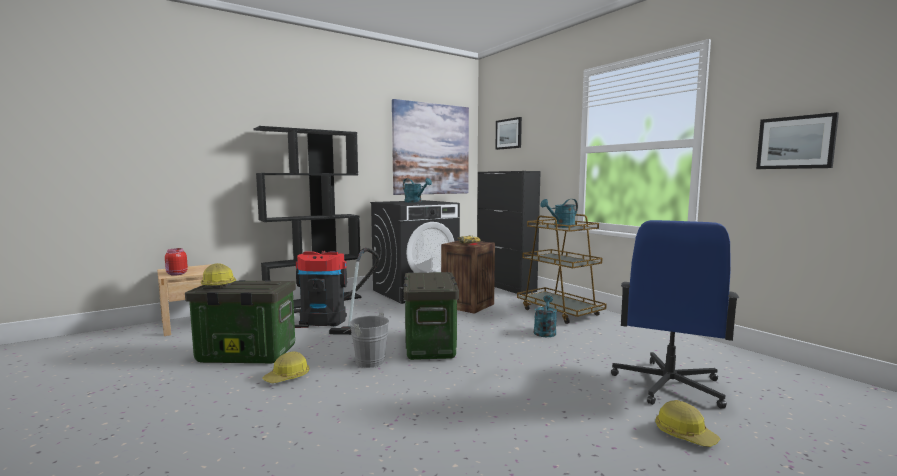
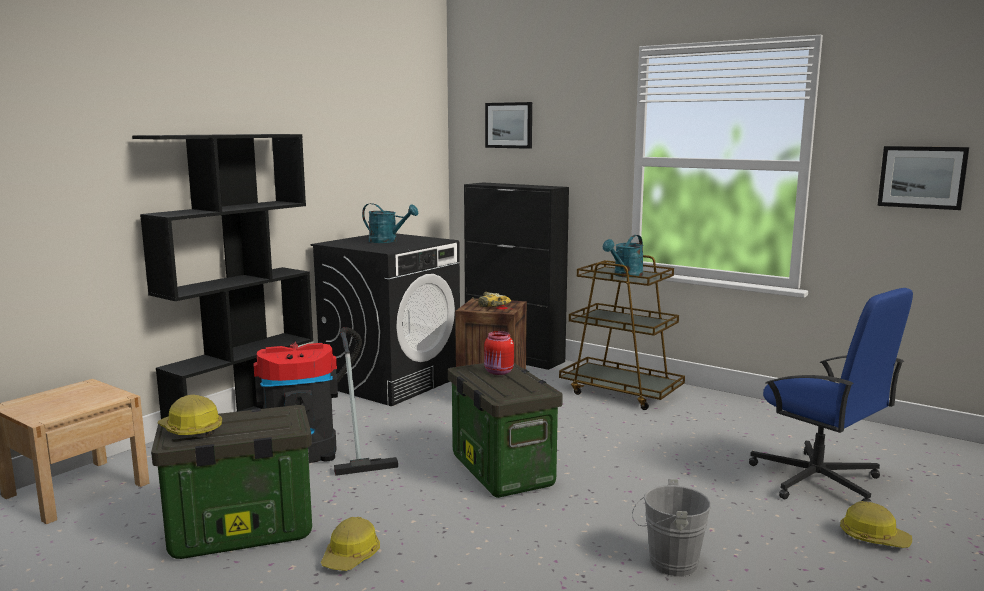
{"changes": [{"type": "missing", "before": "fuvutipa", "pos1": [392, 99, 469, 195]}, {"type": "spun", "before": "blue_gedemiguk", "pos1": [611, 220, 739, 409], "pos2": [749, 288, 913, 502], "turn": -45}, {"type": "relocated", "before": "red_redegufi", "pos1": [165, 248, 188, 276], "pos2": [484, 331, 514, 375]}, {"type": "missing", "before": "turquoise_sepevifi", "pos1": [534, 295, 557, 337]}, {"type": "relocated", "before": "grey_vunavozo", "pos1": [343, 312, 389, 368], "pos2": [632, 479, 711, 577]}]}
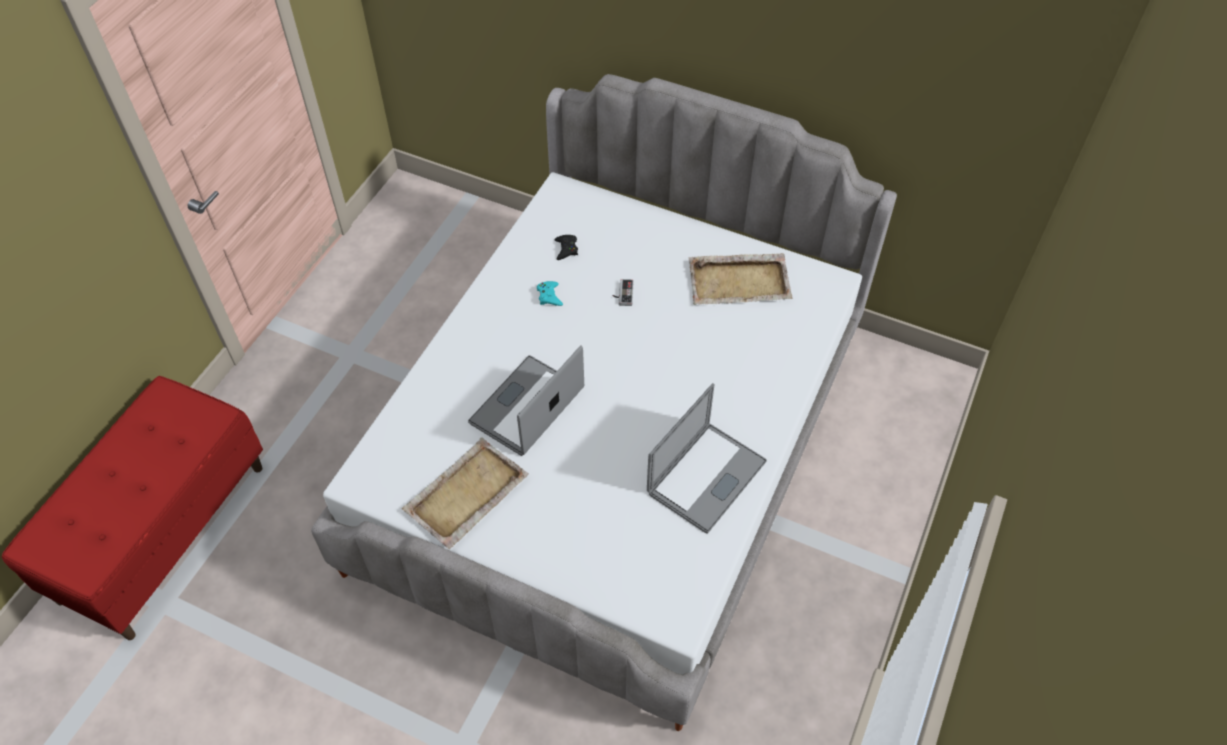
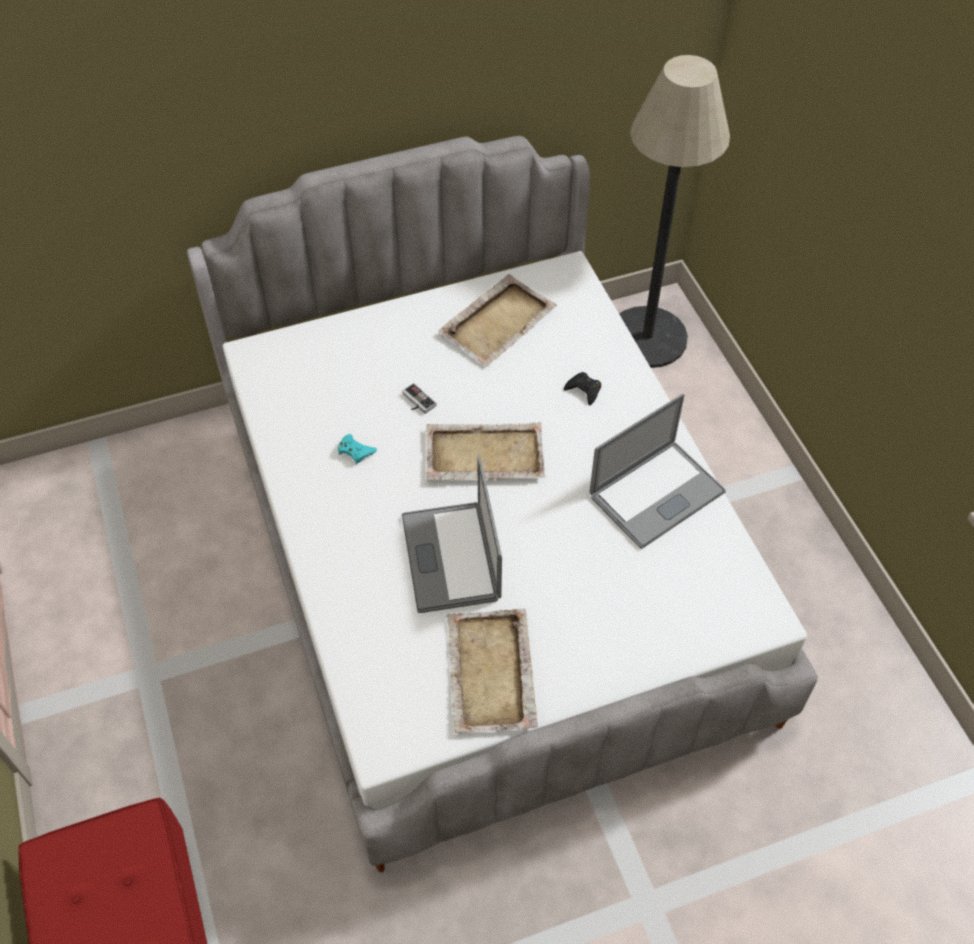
{"changes": [{"type": "relocated", "before": "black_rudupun", "pos1": [555, 235, 578, 260], "pos2": [564, 372, 601, 405]}, {"type": "spun", "before": "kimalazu", "pos1": [647, 383, 767, 534], "pos2": [590, 394, 726, 549], "turn": 60}, {"type": "appeared", "after": "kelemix", "pos2": [619, 55, 730, 368]}, {"type": "appeared", "after": "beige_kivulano", "pos2": [426, 421, 545, 481]}]}
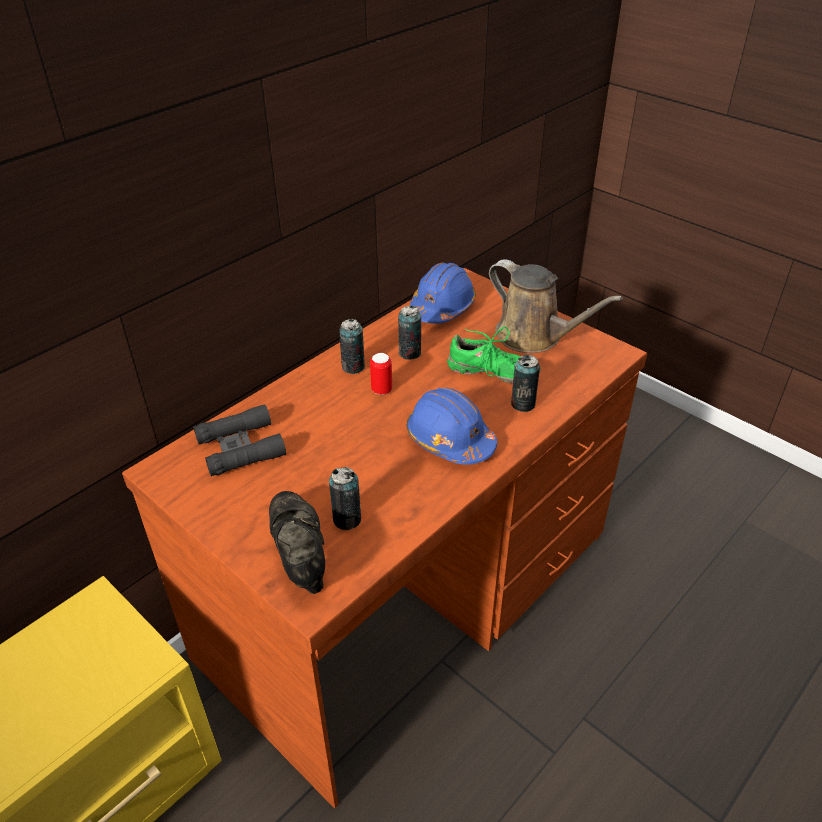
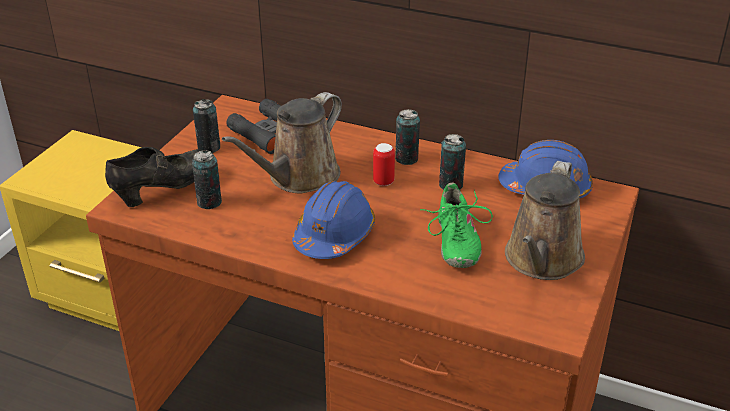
{"changes": [{"type": "relocated", "before": "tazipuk", "pos1": [511, 355, 540, 412], "pos2": [193, 99, 220, 153]}, {"type": "appeared", "after": "brown_sepevifi", "pos2": [222, 92, 342, 194]}]}
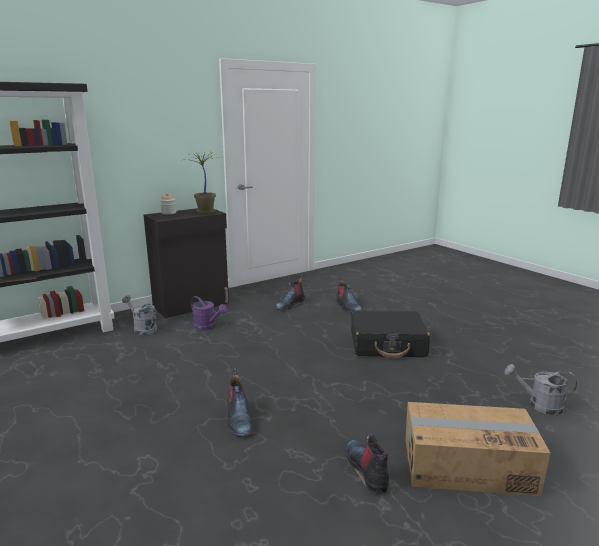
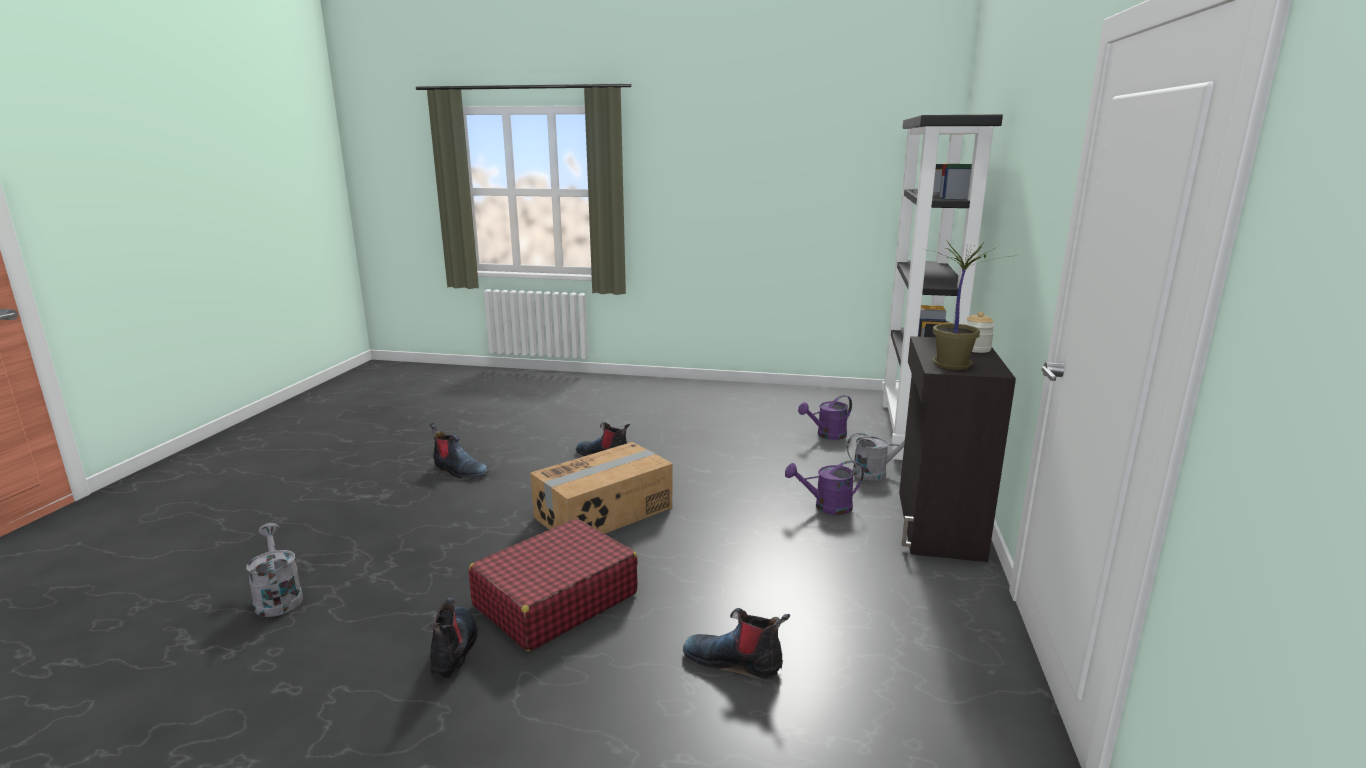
{"changes": [{"type": "relocated", "before": "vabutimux", "pos1": [276, 274, 305, 309], "pos2": [430, 598, 478, 679]}, {"type": "colour", "before": "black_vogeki", "after": "red_vogeki", "pos1": [351, 311, 430, 359], "pos2": [469, 519, 638, 651]}, {"type": "spun", "before": "grey_sepevifi", "pos1": [504, 364, 577, 415], "pos2": [246, 523, 303, 617], "turn": -90}, {"type": "relocated", "before": "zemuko", "pos1": [406, 402, 550, 496], "pos2": [530, 442, 673, 534]}, {"type": "appeared", "after": "purple_sepevifi", "pos2": [798, 395, 852, 440]}]}
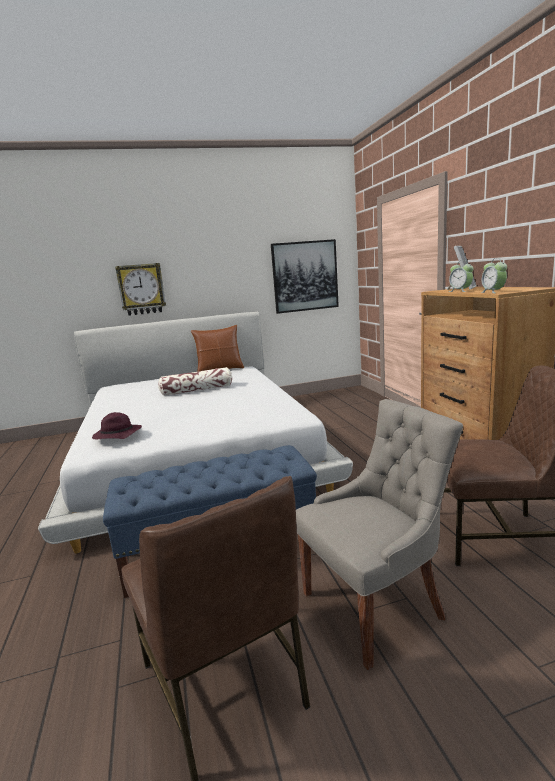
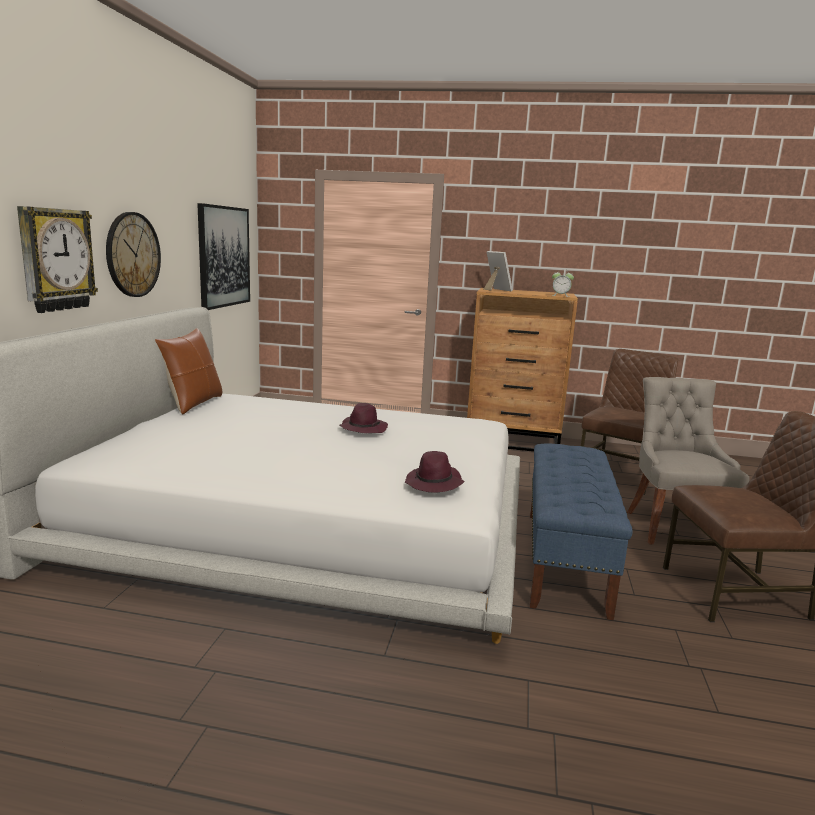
{"changes": [{"type": "missing", "before": "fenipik", "pos1": [449, 260, 474, 292]}, {"type": "missing", "before": "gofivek", "pos1": [158, 367, 232, 396]}, {"type": "appeared", "after": "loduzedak", "pos2": [106, 212, 161, 297]}, {"type": "appeared", "after": "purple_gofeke", "pos2": [340, 403, 388, 433]}]}
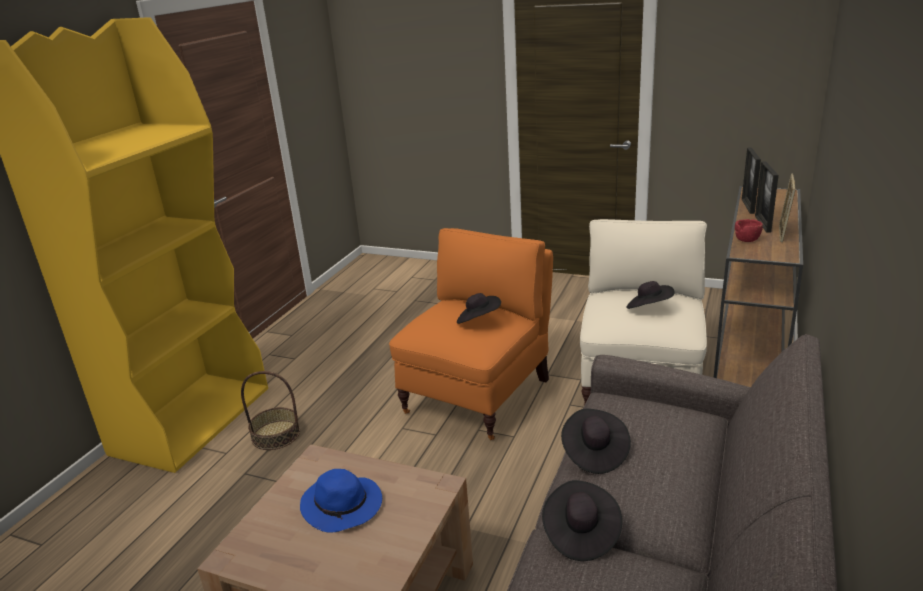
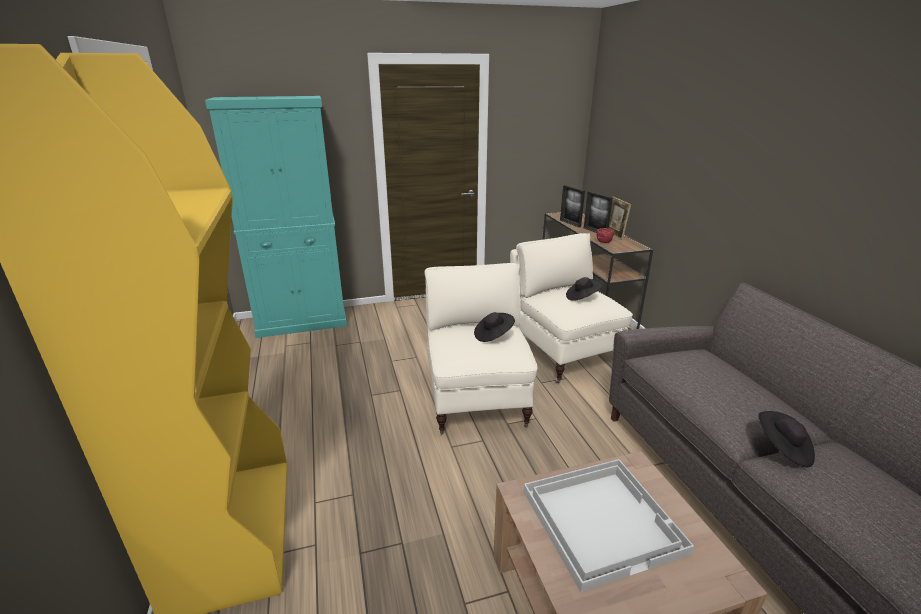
{"changes": [{"type": "colour", "before": "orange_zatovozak", "after": "beige_zatovozak", "pos1": [389, 228, 553, 440], "pos2": [424, 263, 538, 435]}, {"type": "missing", "before": "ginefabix", "pos1": [241, 371, 300, 450]}, {"type": "missing", "before": "black_gofeke", "pos1": [561, 409, 631, 474]}, {"type": "exchanged", "before": "blue_gofeke", "after": "white_kivulano", "pos1": [300, 469, 382, 532], "pos2": [523, 459, 694, 592]}, {"type": "appeared", "after": "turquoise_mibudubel", "pos2": [205, 96, 347, 338]}]}
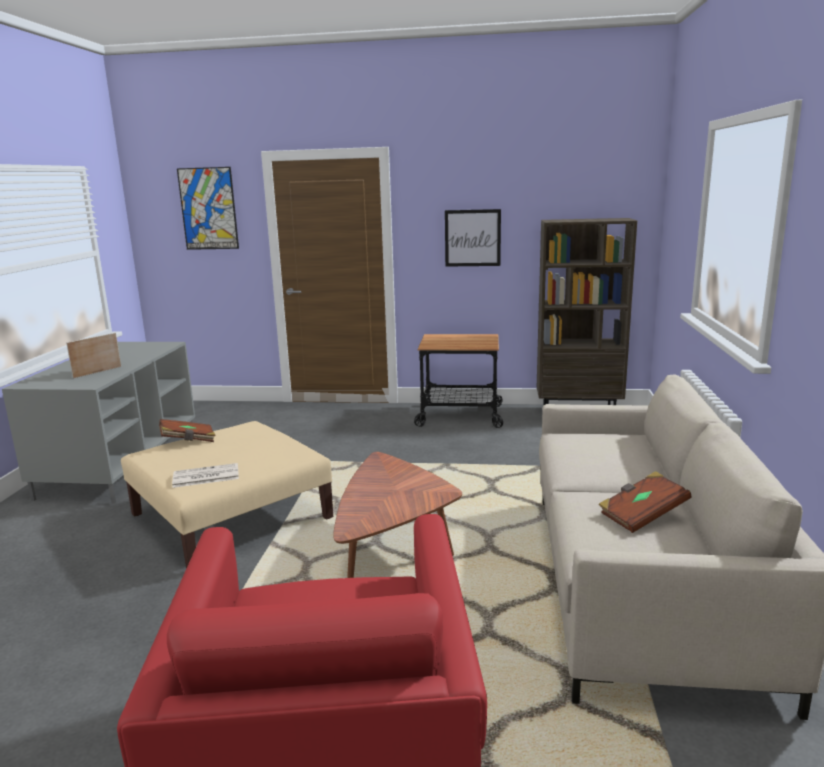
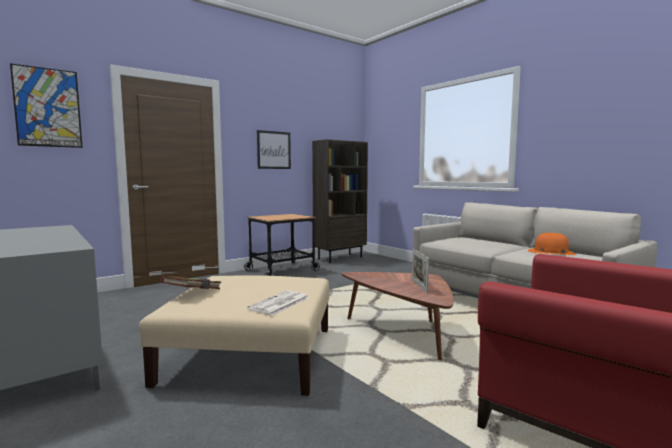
{"changes": [{"type": "relocated", "before": "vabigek", "pos1": [66, 333, 121, 379], "pos2": [412, 249, 429, 294]}, {"type": "exchanged", "before": "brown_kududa", "after": "orange_gofeke", "pos1": [598, 471, 691, 533], "pos2": [528, 233, 576, 255]}]}
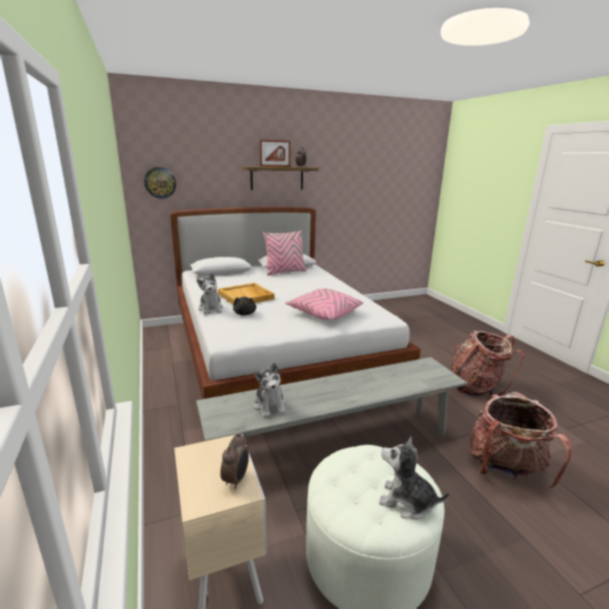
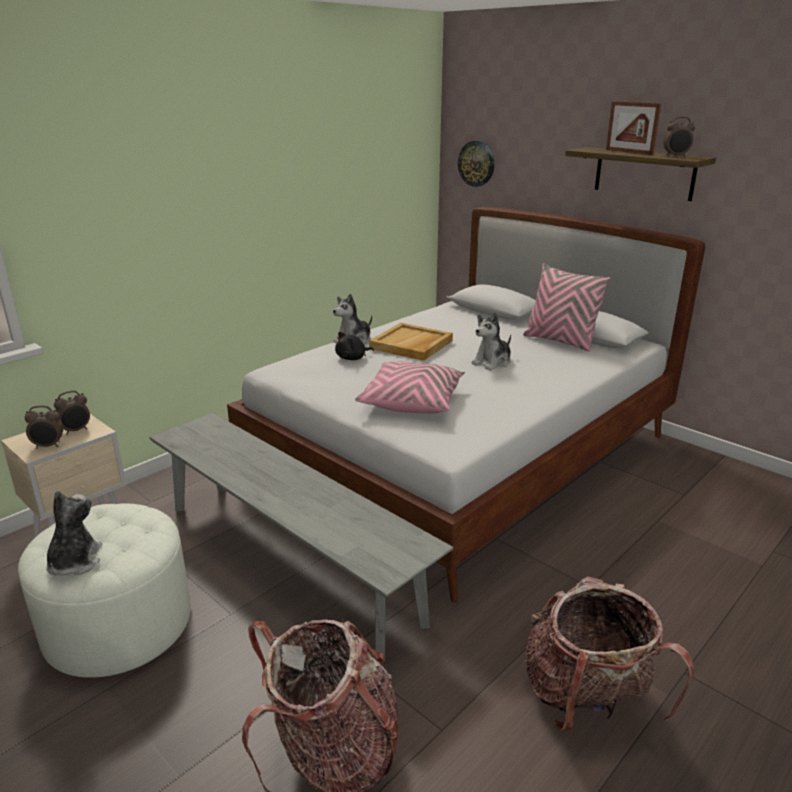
{"changes": [{"type": "relocated", "before": "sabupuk", "pos1": [254, 363, 286, 418], "pos2": [471, 312, 511, 370]}, {"type": "appeared", "after": "fenipik", "pos2": [54, 391, 90, 435]}]}
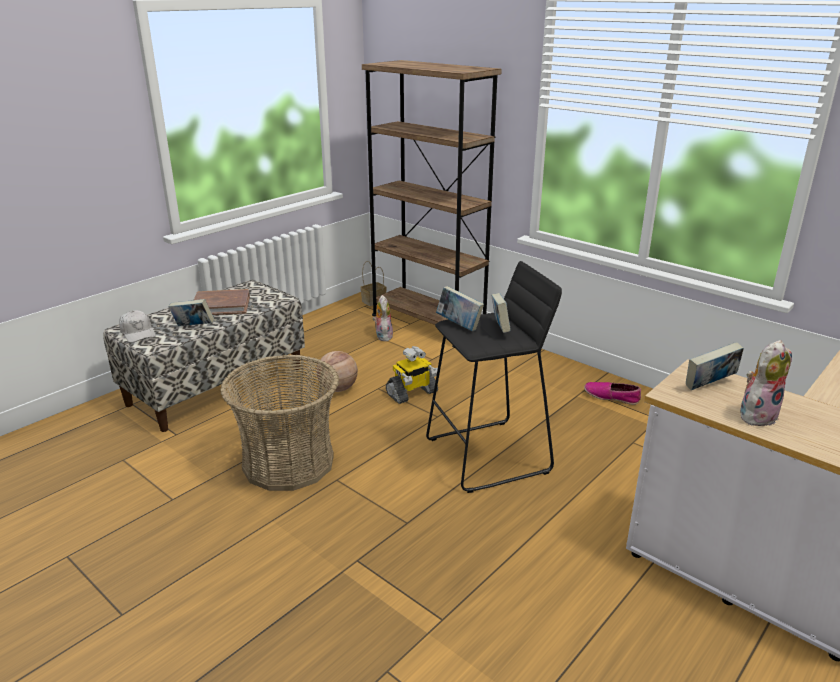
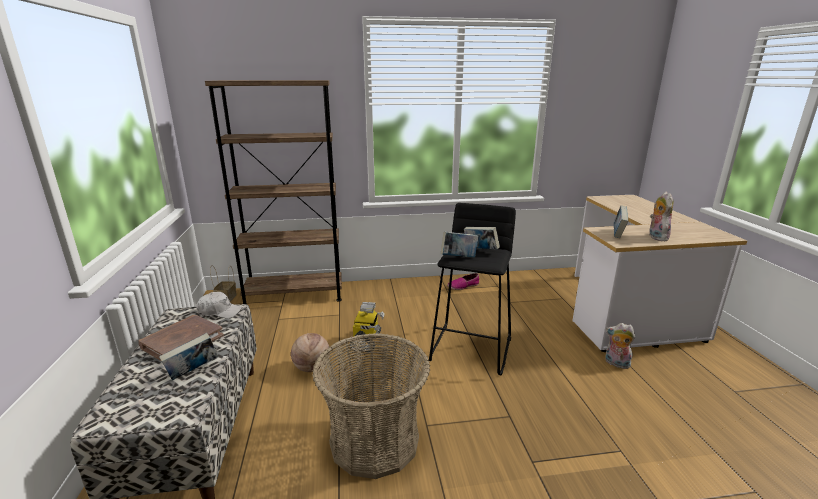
{"changes": [{"type": "relocated", "before": "sabupuk", "pos1": [373, 295, 393, 341], "pos2": [605, 323, 635, 369]}, {"type": "relocated", "before": "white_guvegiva", "pos1": [119, 311, 156, 343], "pos2": [197, 292, 243, 319]}]}
